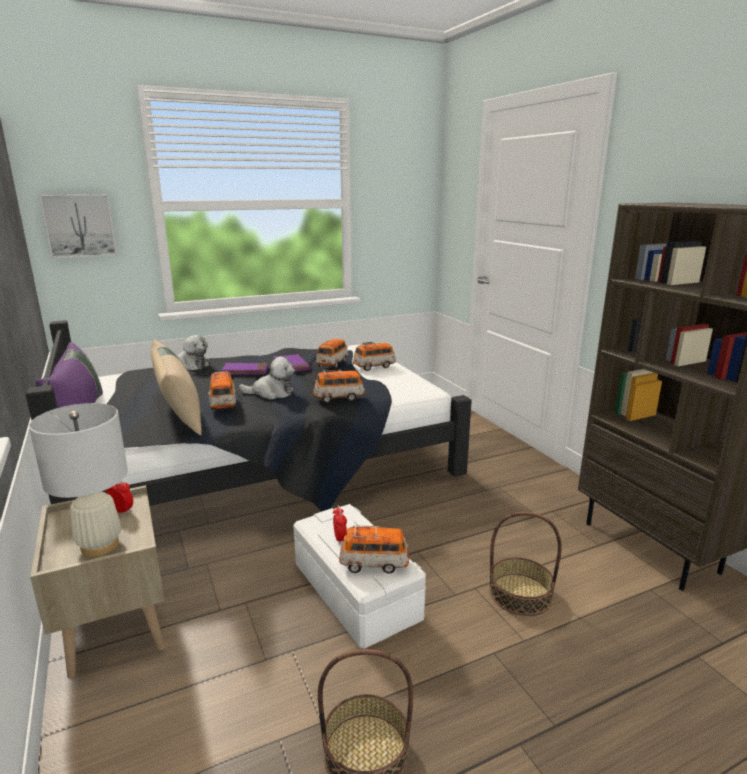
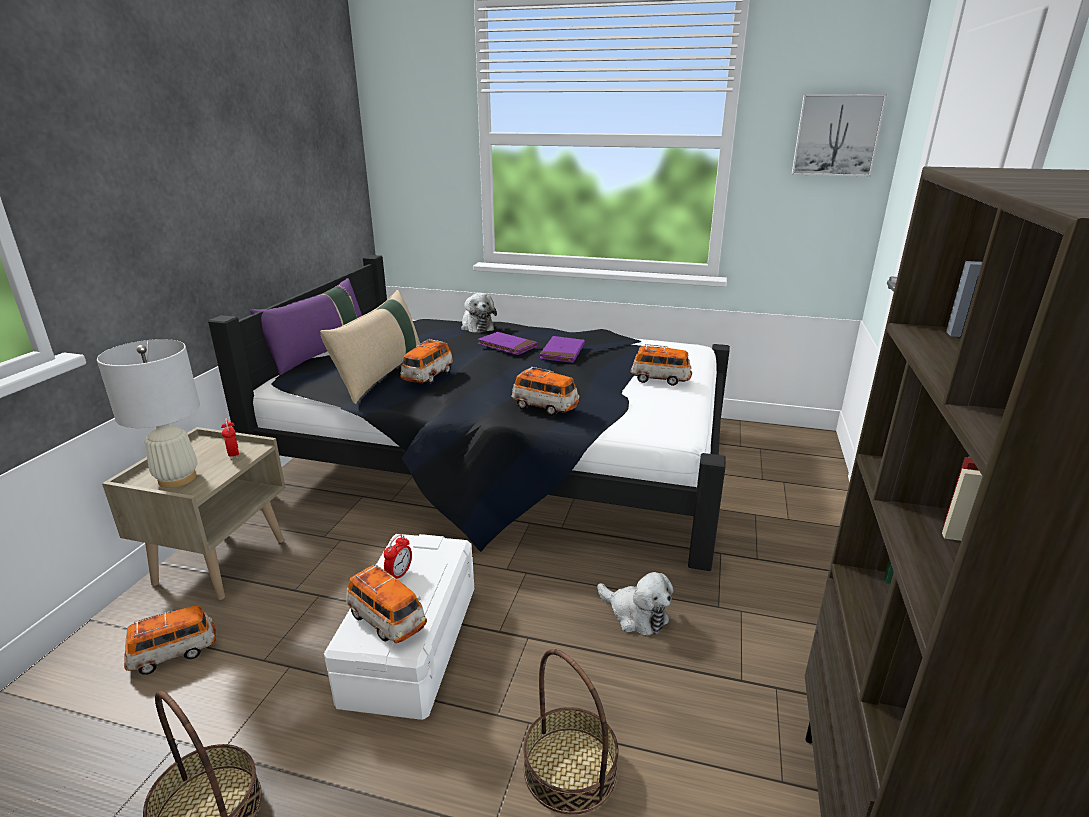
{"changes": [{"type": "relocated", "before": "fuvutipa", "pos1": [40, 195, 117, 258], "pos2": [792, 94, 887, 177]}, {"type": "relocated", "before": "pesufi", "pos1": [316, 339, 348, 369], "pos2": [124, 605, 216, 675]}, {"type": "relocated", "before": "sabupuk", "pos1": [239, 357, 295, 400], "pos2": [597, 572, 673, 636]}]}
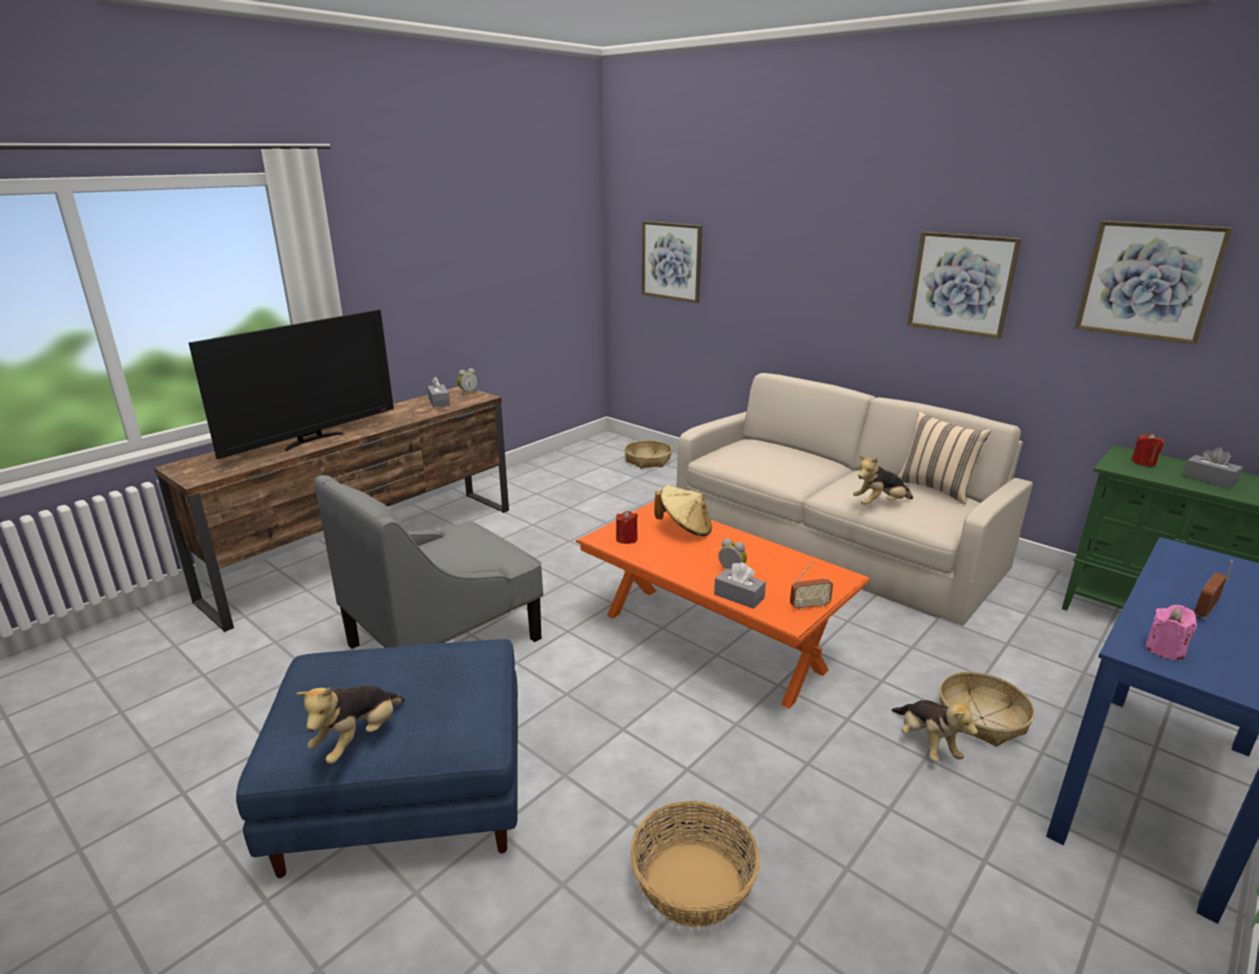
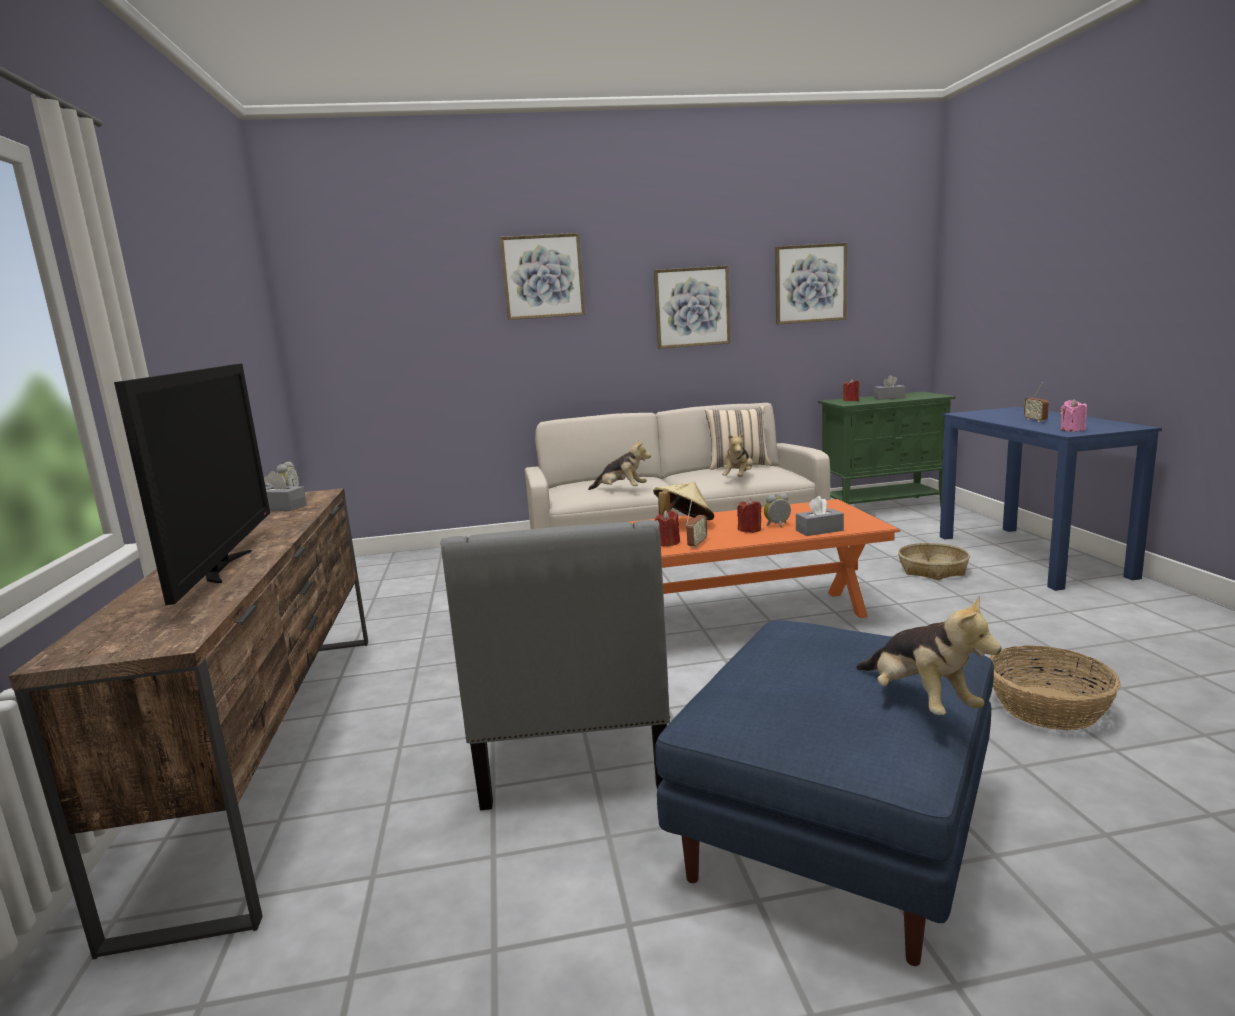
{"changes": [{"type": "relocated", "before": "fuvutipa", "pos1": [642, 221, 702, 303], "pos2": [500, 233, 585, 320]}, {"type": "missing", "before": "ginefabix", "pos1": [624, 440, 672, 469]}, {"type": "relocated", "before": "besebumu", "pos1": [790, 561, 833, 611], "pos2": [686, 499, 707, 548]}, {"type": "relocated", "before": "sabupuk", "pos1": [891, 699, 978, 762], "pos2": [588, 439, 651, 490]}, {"type": "appeared", "after": "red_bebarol", "pos2": [737, 498, 762, 533]}]}
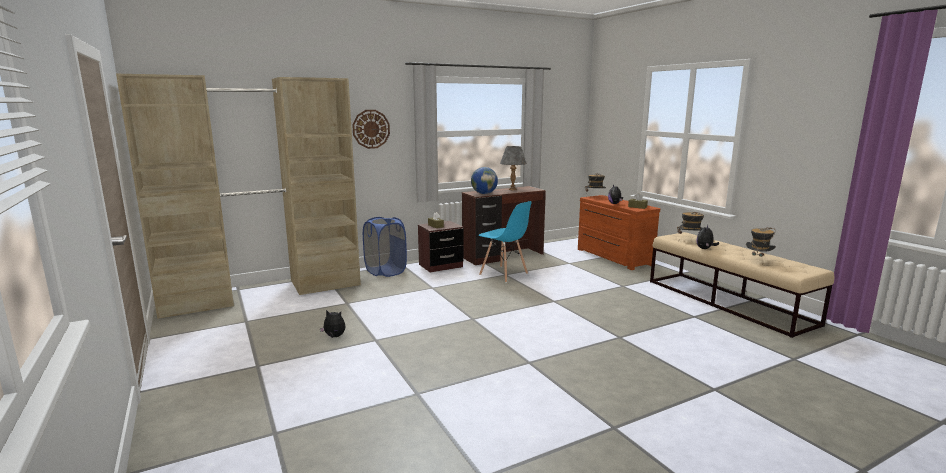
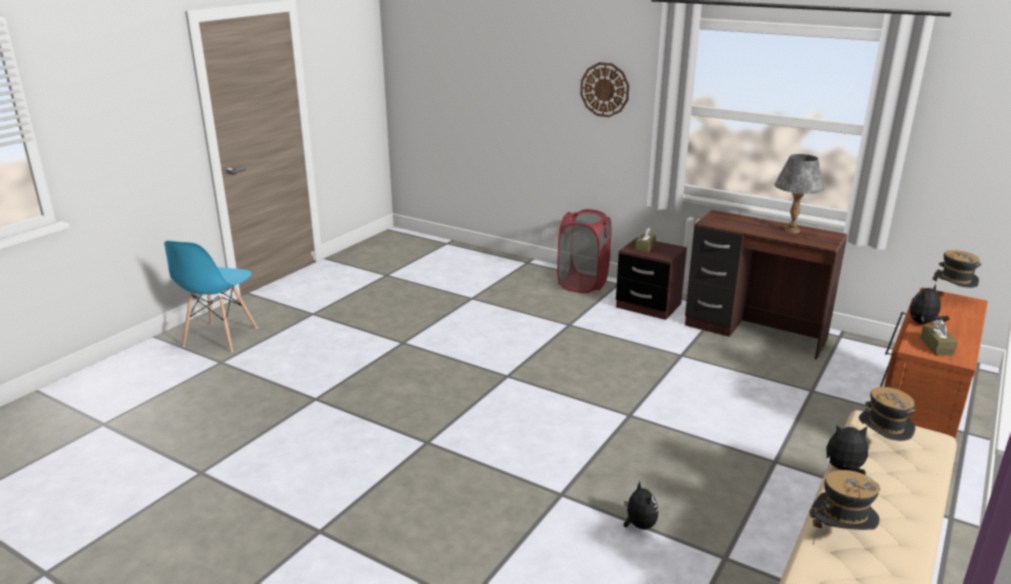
{"changes": [{"type": "missing", "before": "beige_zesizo", "pos1": [116, 74, 361, 319]}, {"type": "missing", "before": "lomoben", "pos1": [471, 167, 498, 194]}, {"type": "relocated", "before": "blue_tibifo", "pos1": [479, 201, 532, 283], "pos2": [164, 241, 258, 352]}, {"type": "colour", "before": "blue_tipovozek", "after": "red_tipovozek", "pos1": [363, 217, 407, 277], "pos2": [557, 209, 611, 293]}, {"type": "relocated", "before": "sabupuk", "pos1": [320, 310, 345, 338], "pos2": [623, 481, 658, 530]}]}
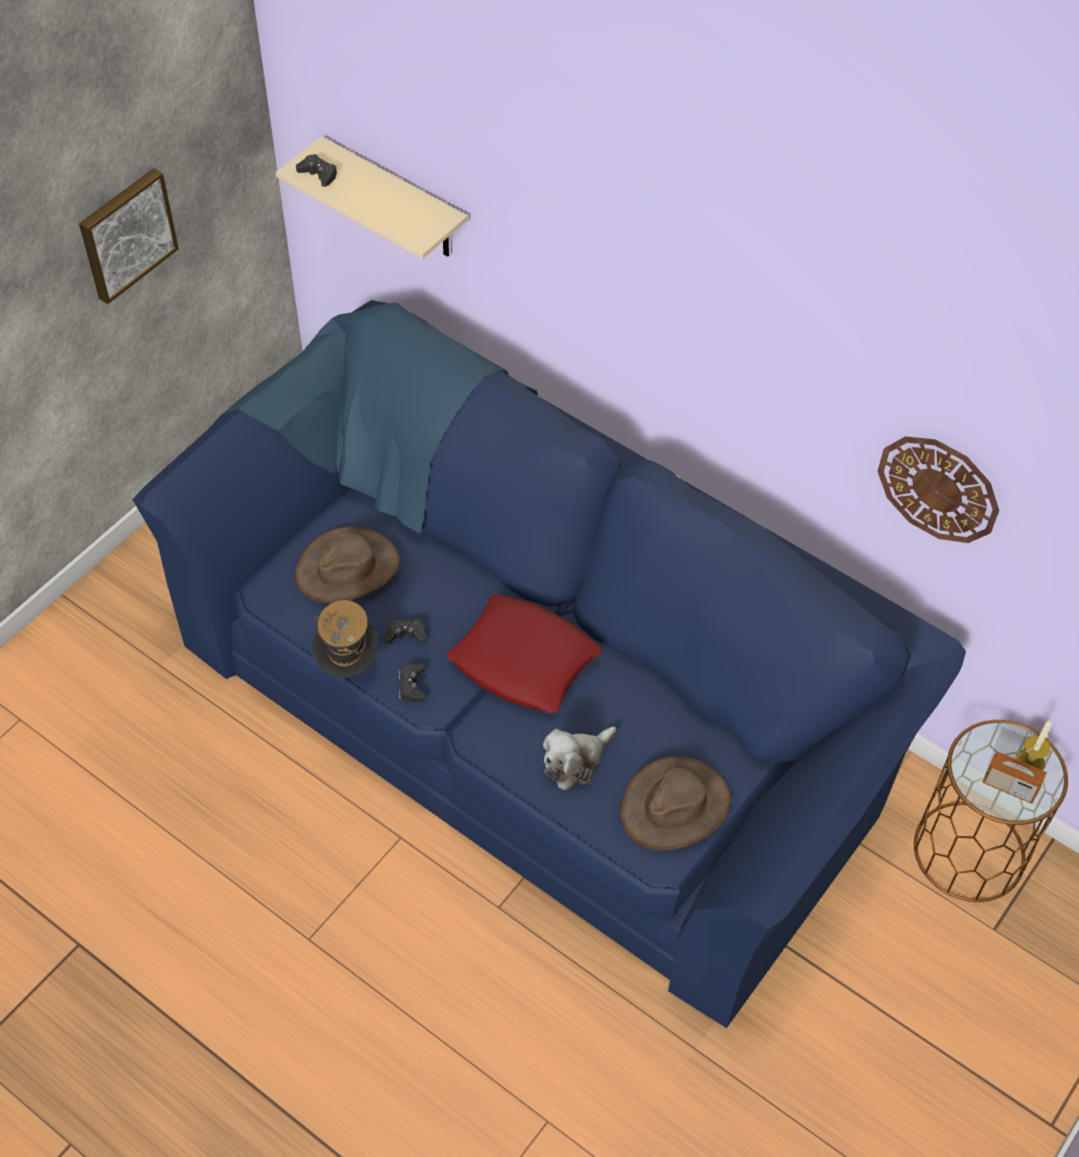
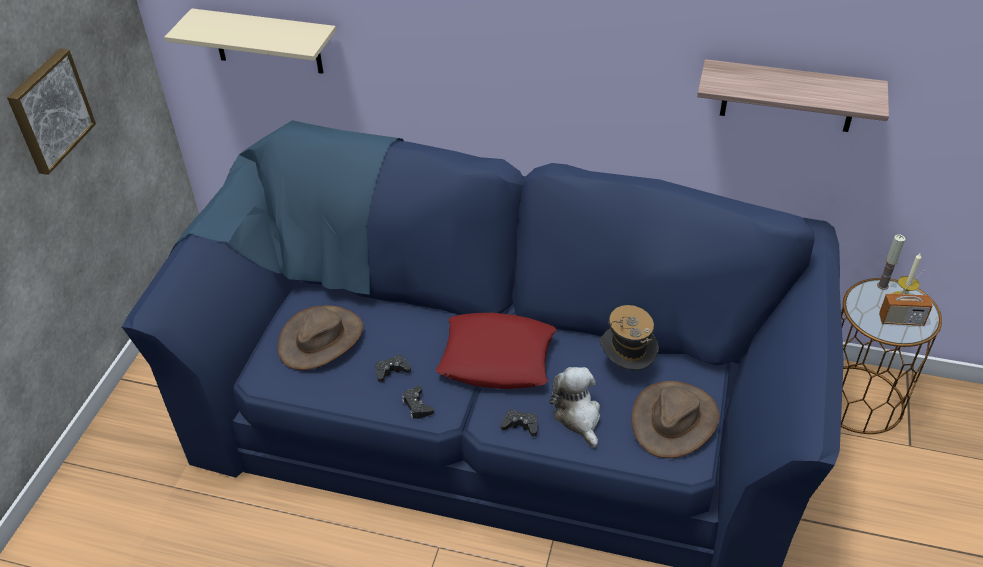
{"changes": [{"type": "relocated", "before": "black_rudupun", "pos1": [296, 154, 337, 187], "pos2": [501, 409, 537, 436]}, {"type": "exchanged", "before": "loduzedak", "after": "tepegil", "pos1": [878, 437, 999, 543], "pos2": [697, 59, 889, 132]}, {"type": "relocated", "before": "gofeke", "pos1": [312, 600, 378, 678], "pos2": [600, 305, 659, 370]}, {"type": "spun", "before": "sabupuk", "pos1": [543, 727, 616, 790], "pos2": [549, 367, 600, 448], "turn": 135}, {"type": "appeared", "after": "bebarol", "pos2": [877, 234, 905, 290]}]}
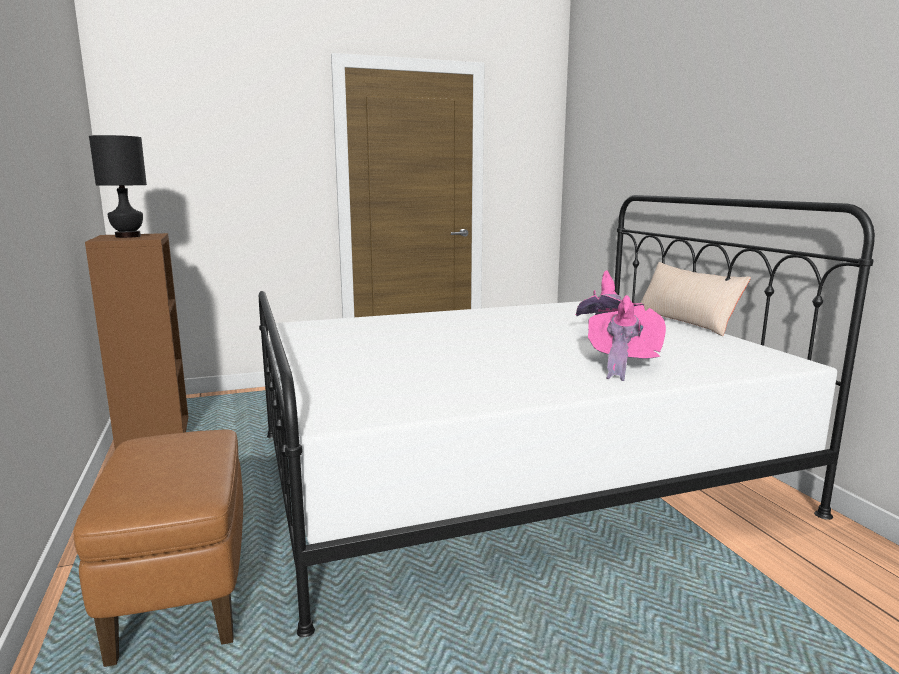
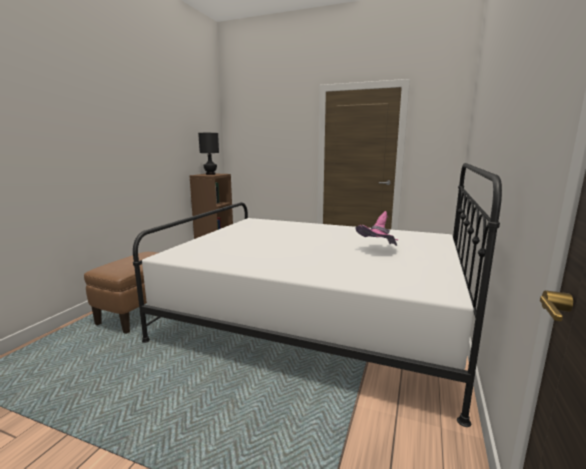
{"changes": [{"type": "missing", "before": "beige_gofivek", "pos1": [641, 262, 751, 336]}, {"type": "missing", "before": "pink_gofeke", "pos1": [588, 295, 666, 381]}]}
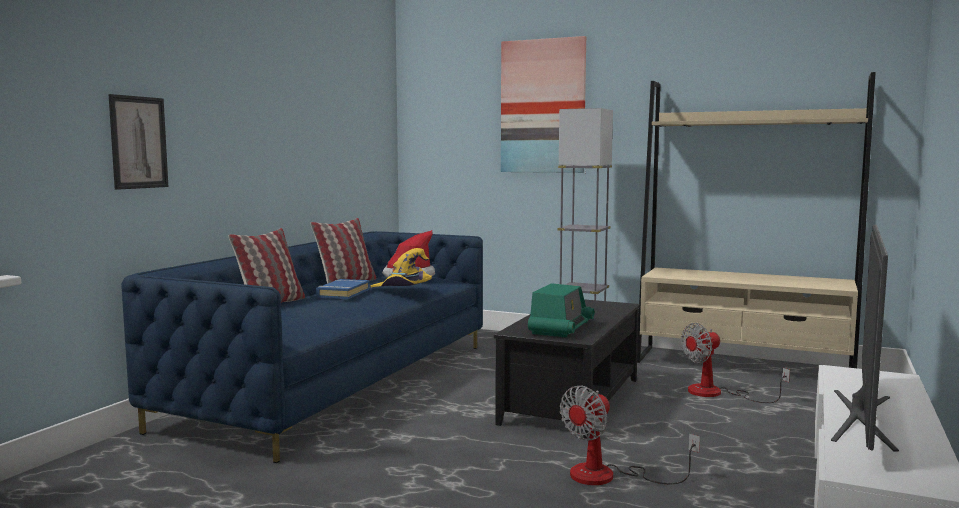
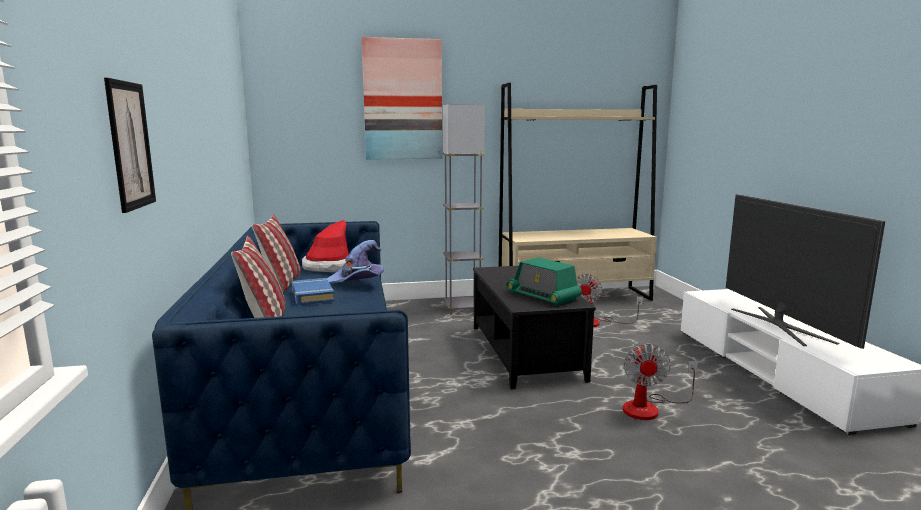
{"changes": [{"type": "colour", "before": "yellow_gofeke", "after": "purple_gofeke", "pos1": [371, 248, 432, 288], "pos2": [327, 240, 384, 283]}, {"type": "spun", "before": "besebumu", "pos1": [528, 283, 595, 338], "pos2": [506, 258, 582, 306], "turn": 150}]}
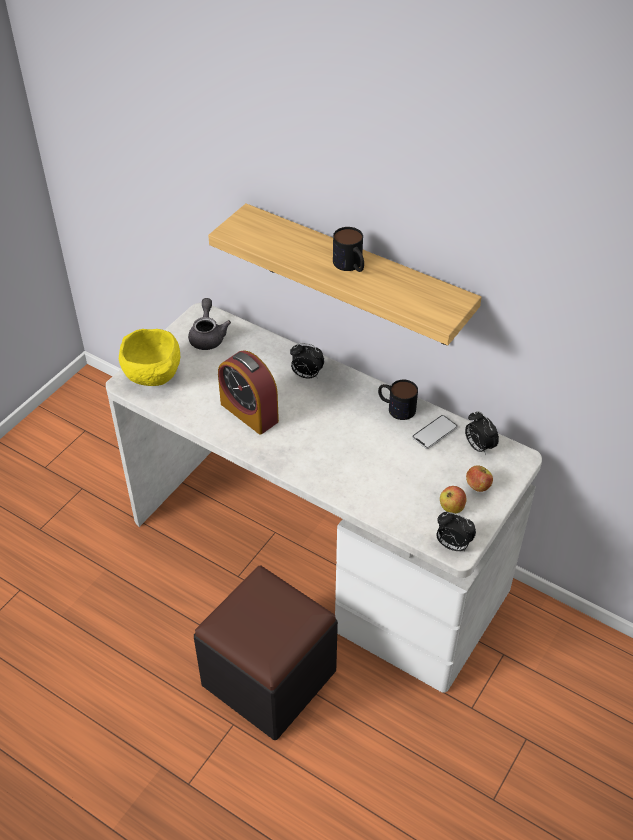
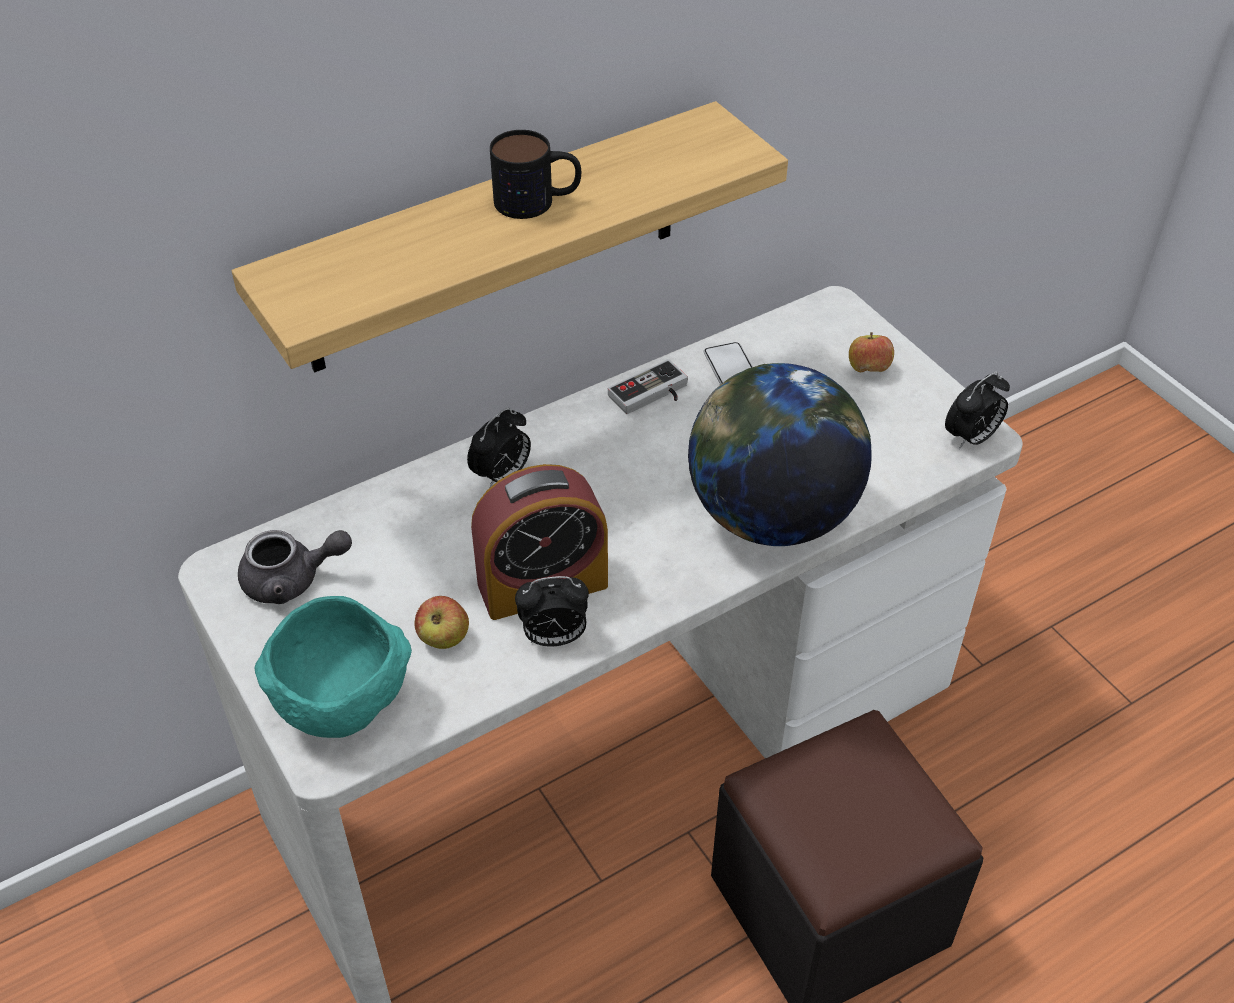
{"changes": [{"type": "spun", "before": "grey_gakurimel", "pos1": [188, 298, 231, 350], "pos2": [238, 530, 352, 604], "turn": 150}, {"type": "colour", "before": "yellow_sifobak", "after": "turquoise_sifobak", "pos1": [119, 329, 180, 386], "pos2": [255, 596, 412, 738]}, {"type": "exchanged", "before": "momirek", "after": "rudupun", "pos1": [378, 380, 418, 420], "pos2": [608, 359, 688, 414]}, {"type": "relocated", "before": "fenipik", "pos1": [465, 411, 499, 455], "pos2": [515, 576, 589, 647]}, {"type": "relocated", "before": "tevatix", "pos1": [440, 486, 467, 514], "pos2": [415, 596, 469, 649]}, {"type": "appeared", "after": "lomoben", "pos2": [688, 363, 872, 546]}]}
